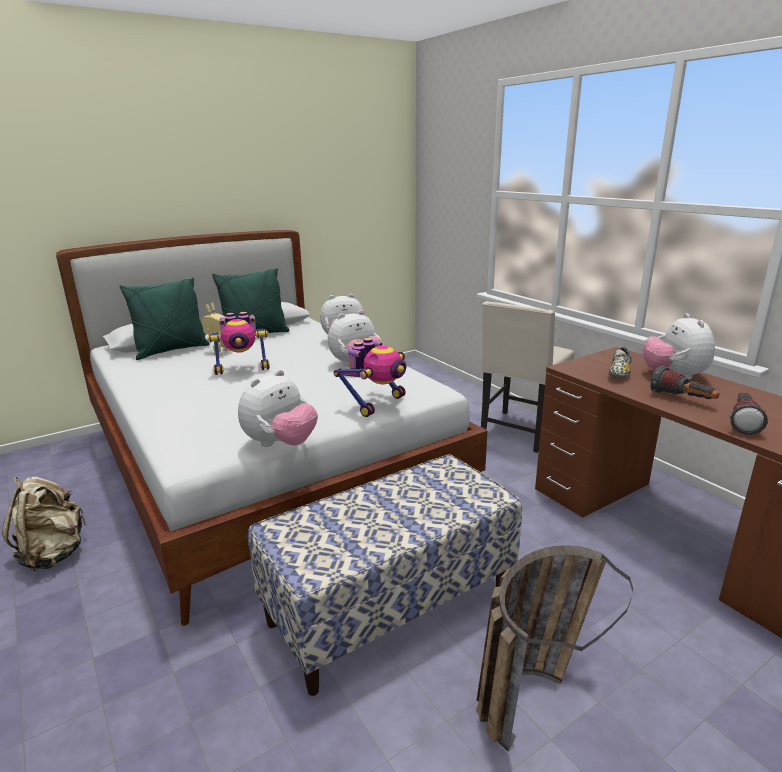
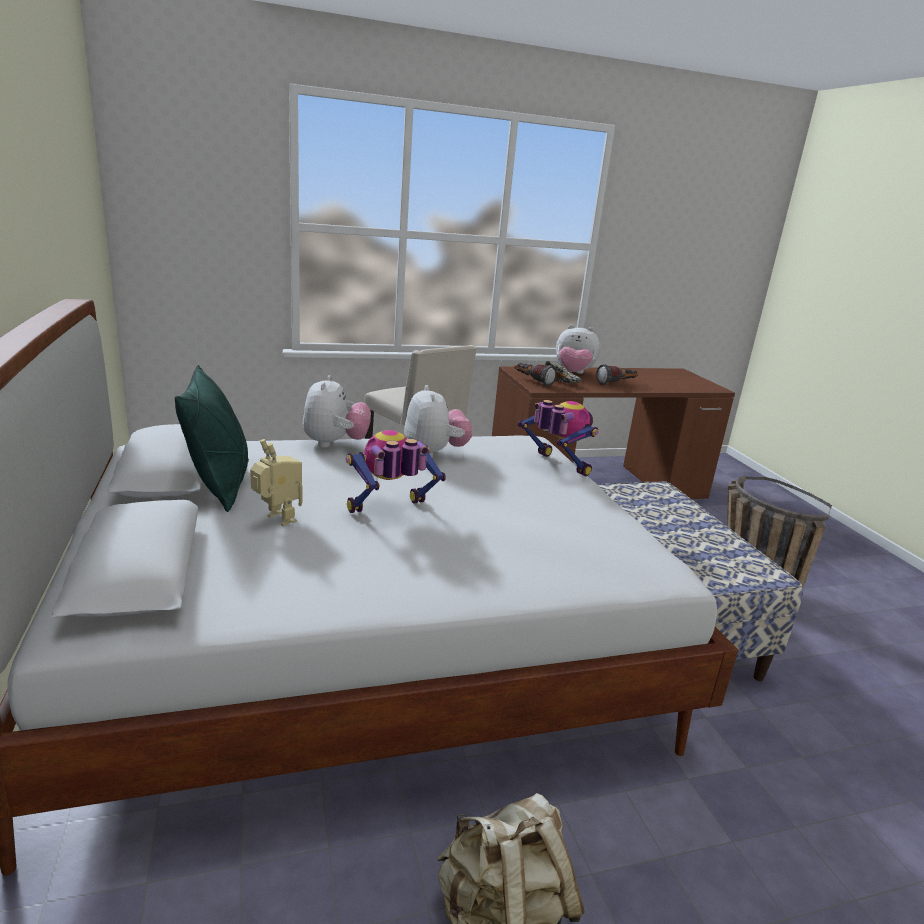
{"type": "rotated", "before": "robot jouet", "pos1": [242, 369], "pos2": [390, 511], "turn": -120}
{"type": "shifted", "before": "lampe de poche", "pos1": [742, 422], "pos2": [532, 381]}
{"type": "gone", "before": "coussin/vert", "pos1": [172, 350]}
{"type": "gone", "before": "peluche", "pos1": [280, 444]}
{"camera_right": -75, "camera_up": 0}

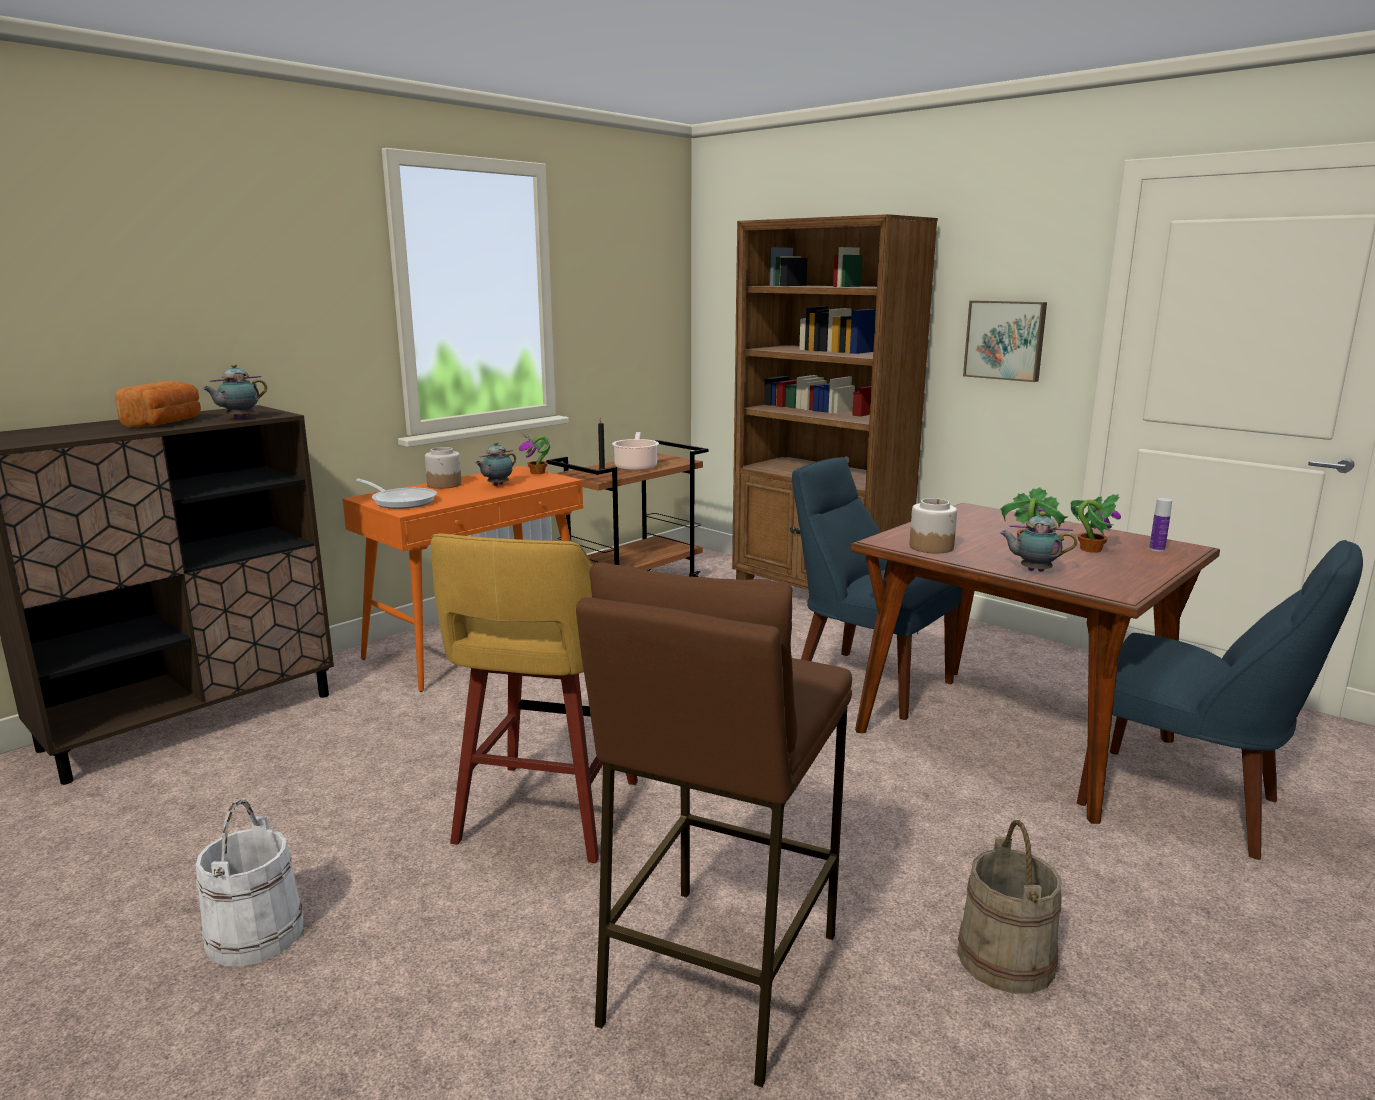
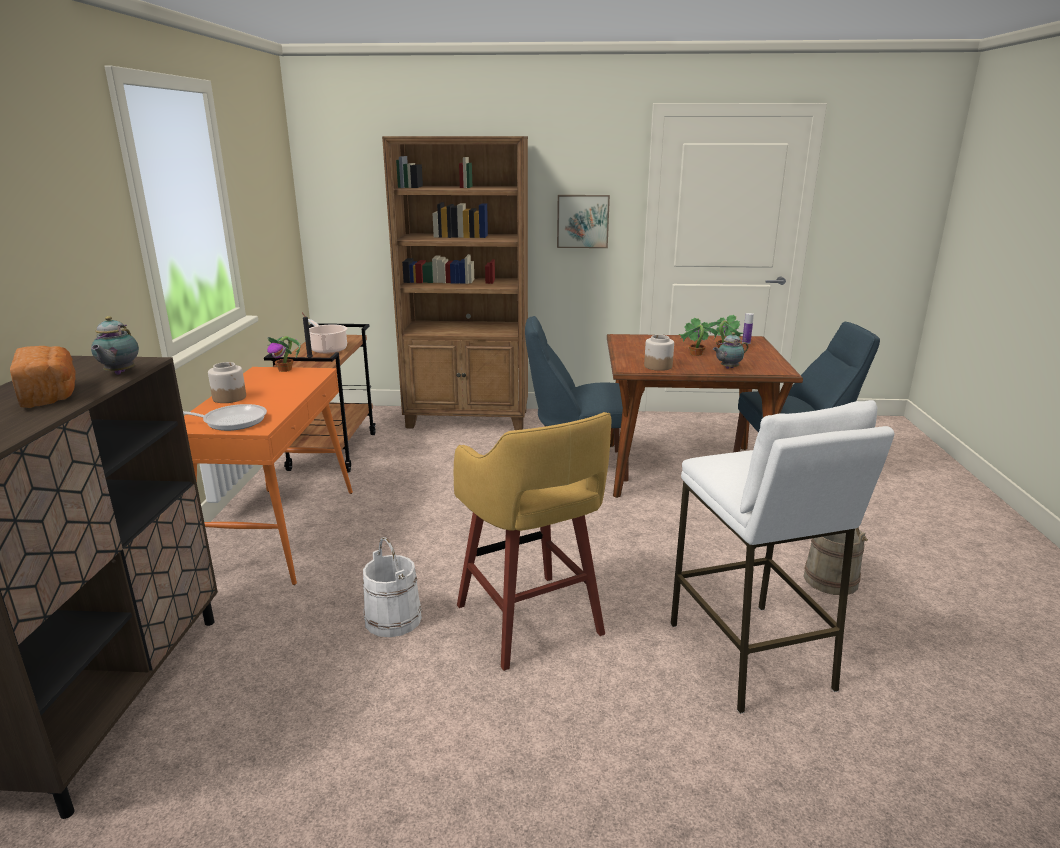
{"type": "shifted", "before": "seau/blanc", "pos1": [254, 933], "pos2": [392, 619]}
{"type": "repainted", "before": "tabouret/marron", "after": "tabouret/blanc", "pos1": [718, 977], "pos2": [750, 655]}
{"type": "gone", "before": "théière", "pos1": [497, 485]}
{"camera_right": -40, "camera_up": 5}

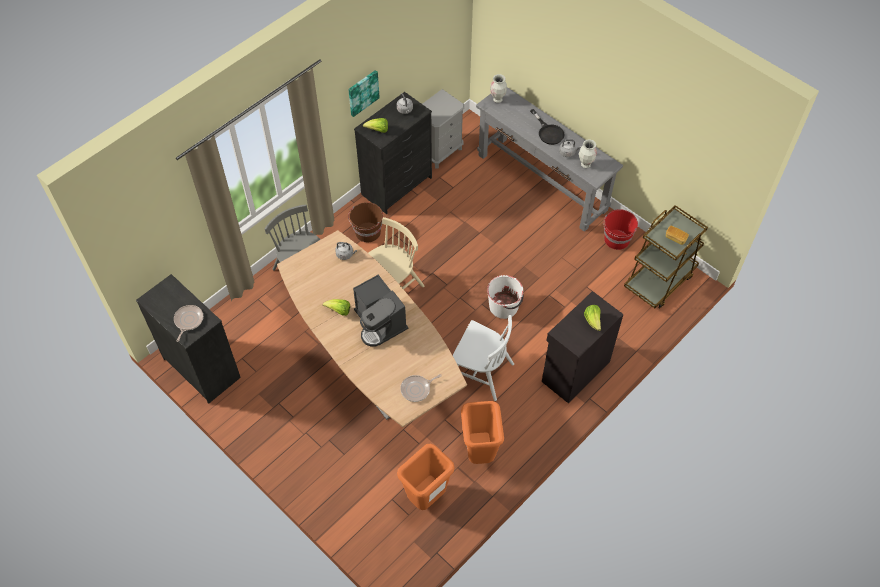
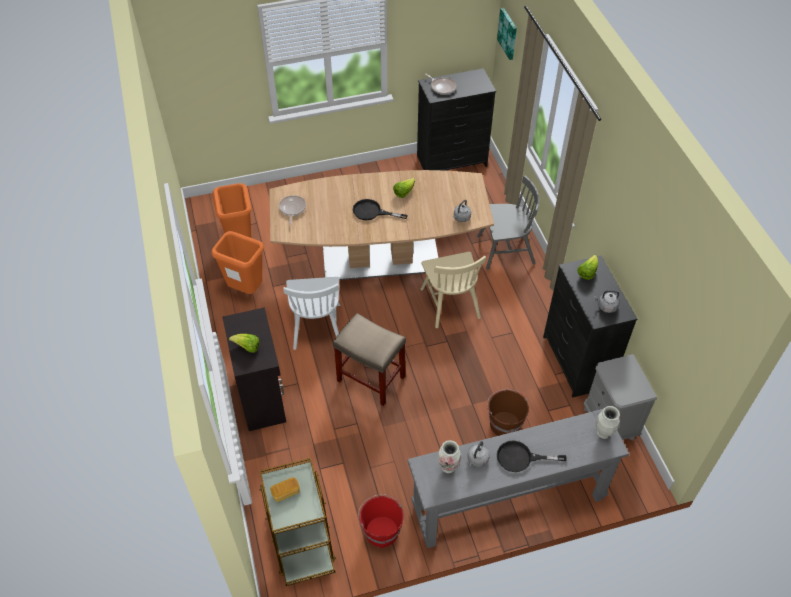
{"type": "rotated", "before": "chaise/blanc", "pos1": [480, 372], "pos2": [316, 326], "turn": -60}
{"type": "swapped", "before": "seau/blanc", "after": "tabouret/beige", "pos1": [504, 306], "pos2": [370, 378]}
{"type": "swapped", "before": "machine à café", "after": "poêle/noir", "pos1": [380, 323], "pos2": [372, 212]}
{"type": "shifted", "before": "seau/marron", "pos1": [367, 232], "pos2": [504, 424]}
{"type": "shifted", "before": "tableau", "pos1": [362, 92], "pos2": [508, 33]}
{"camera_right": 120, "camera_up": -5}

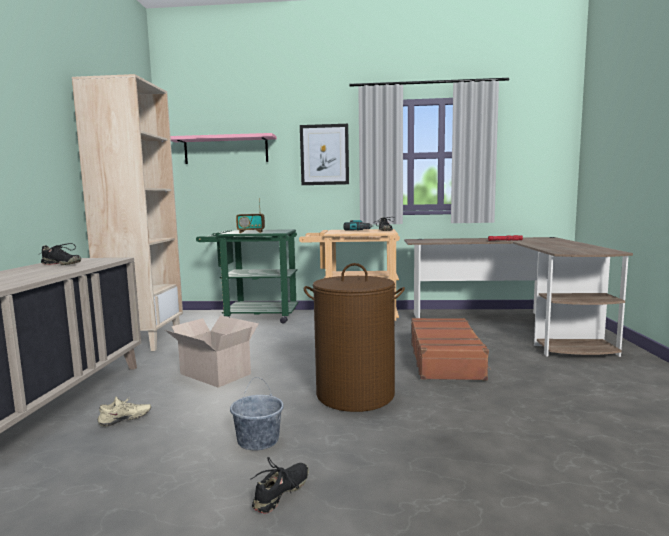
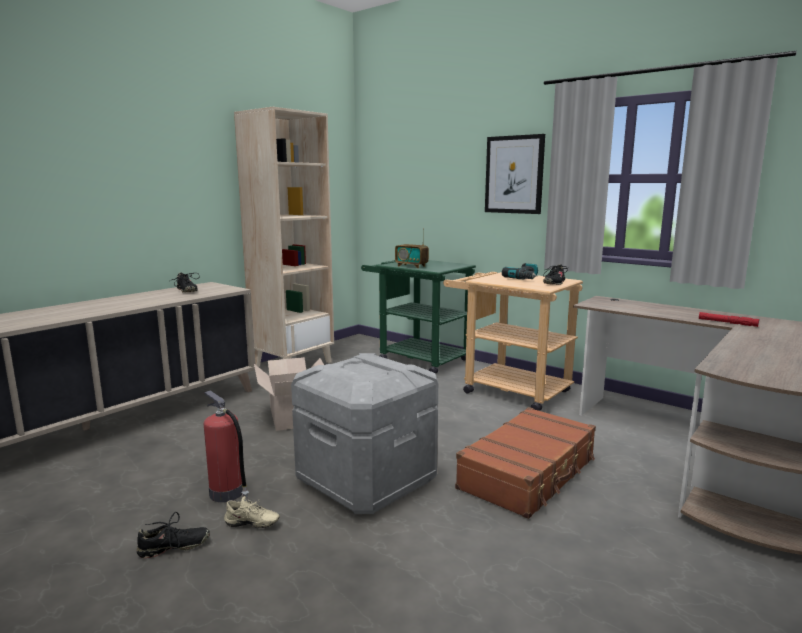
{"type": "swapped", "before": "seau/gris", "after": "extincteur", "pos1": [258, 440], "pos2": [228, 493]}
{"type": "shifted", "before": "chaussure/beige", "pos1": [125, 421], "pos2": [251, 525]}
{"type": "swapped", "before": "panier à linge/marron", "after": "boîte de rangement/gris", "pos1": [355, 394], "pos2": [365, 480]}
{"type": "gone", "before": "étagère/rose", "pos1": [226, 150]}
{"camera_right": 35, "camera_up": 5}

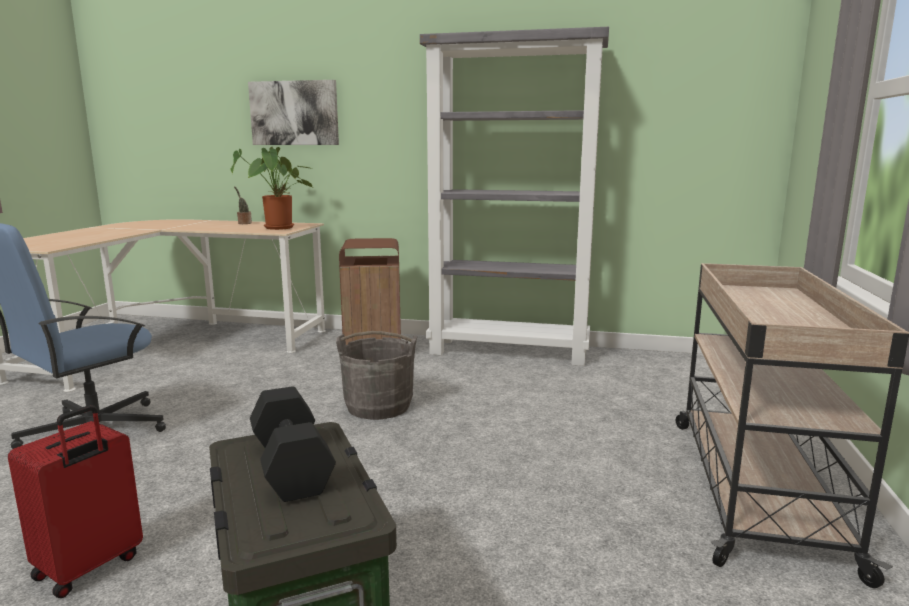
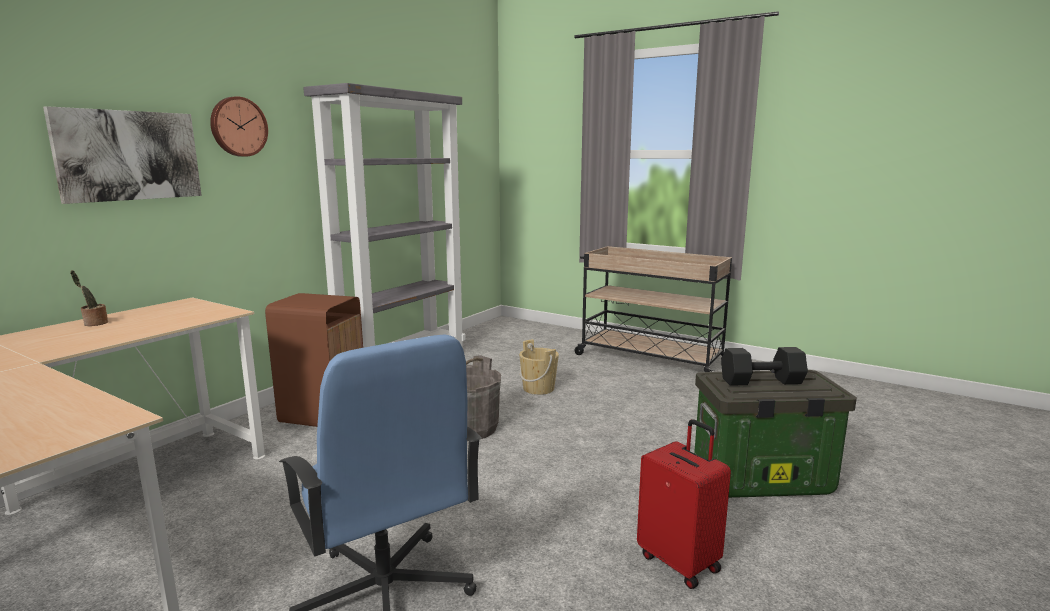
{"type": "new", "after": "horloge murale", "pos2": [238, 127]}
{"type": "new", "after": "seau/beige", "pos2": [538, 388]}
{"type": "gone", "before": "plante en pot", "pos1": [278, 228]}
{"camera_right": -70, "camera_up": 0}

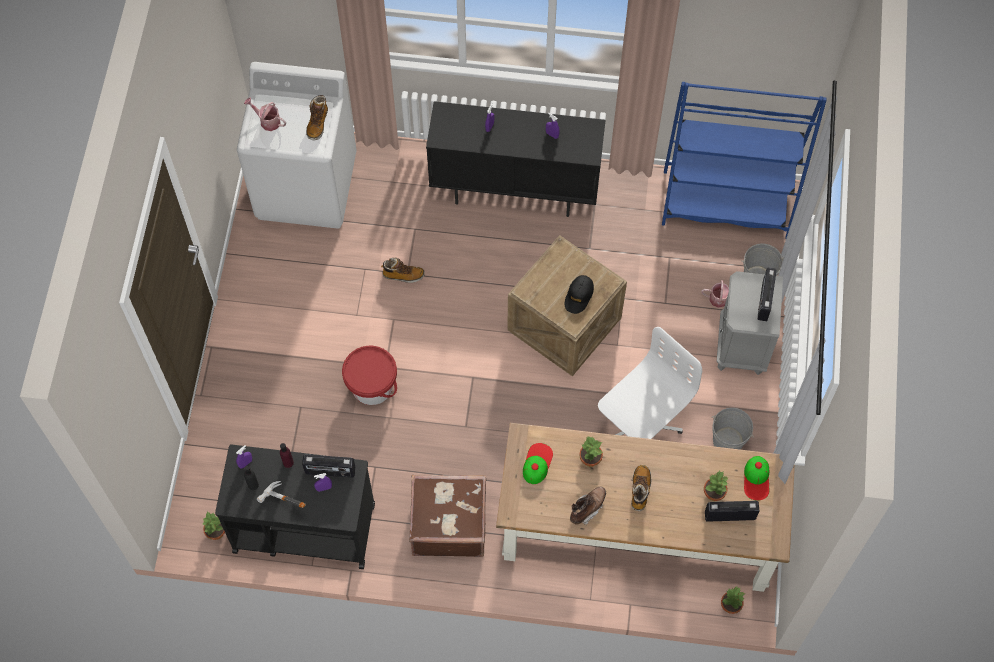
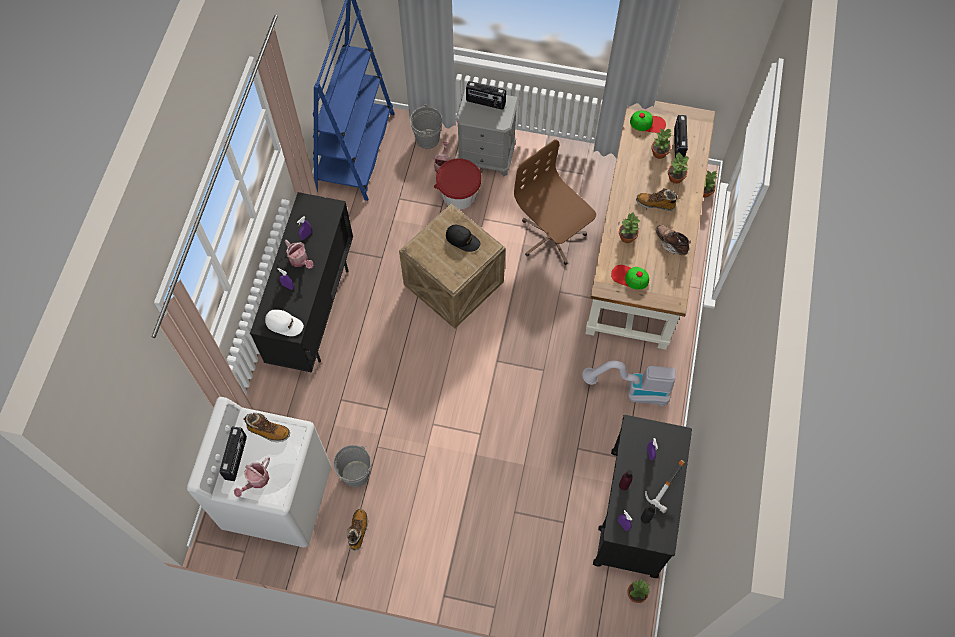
{"type": "shifted", "before": "radio", "pos1": [330, 471], "pos2": [236, 458]}
{"type": "new", "after": "casquette/blanc", "pos2": [284, 324]}
{"type": "new", "after": "arrosoir", "pos2": [300, 260]}
{"type": "shifted", "before": "seau/gris", "pos1": [727, 441], "pos2": [356, 474]}
{"type": "shifted", "before": "botte", "pos1": [403, 275], "pos2": [358, 531]}
{"type": "shifted", "before": "seau/rouge", "pos1": [372, 386], "pos2": [459, 195]}
{"type": "repainted", "before": "chaise de bureau/blanc", "after": "chaise de bureau/marron", "pos1": [639, 426], "pos2": [551, 237]}
{"type": "swapped", "before": "valise/marron", "after": "aspirateur", "pos1": [448, 523], "pos2": [632, 390]}
{"type": "new", "after": "plante en pot", "pos2": [675, 177]}
{"camera_right": -85, "camera_up": 0}

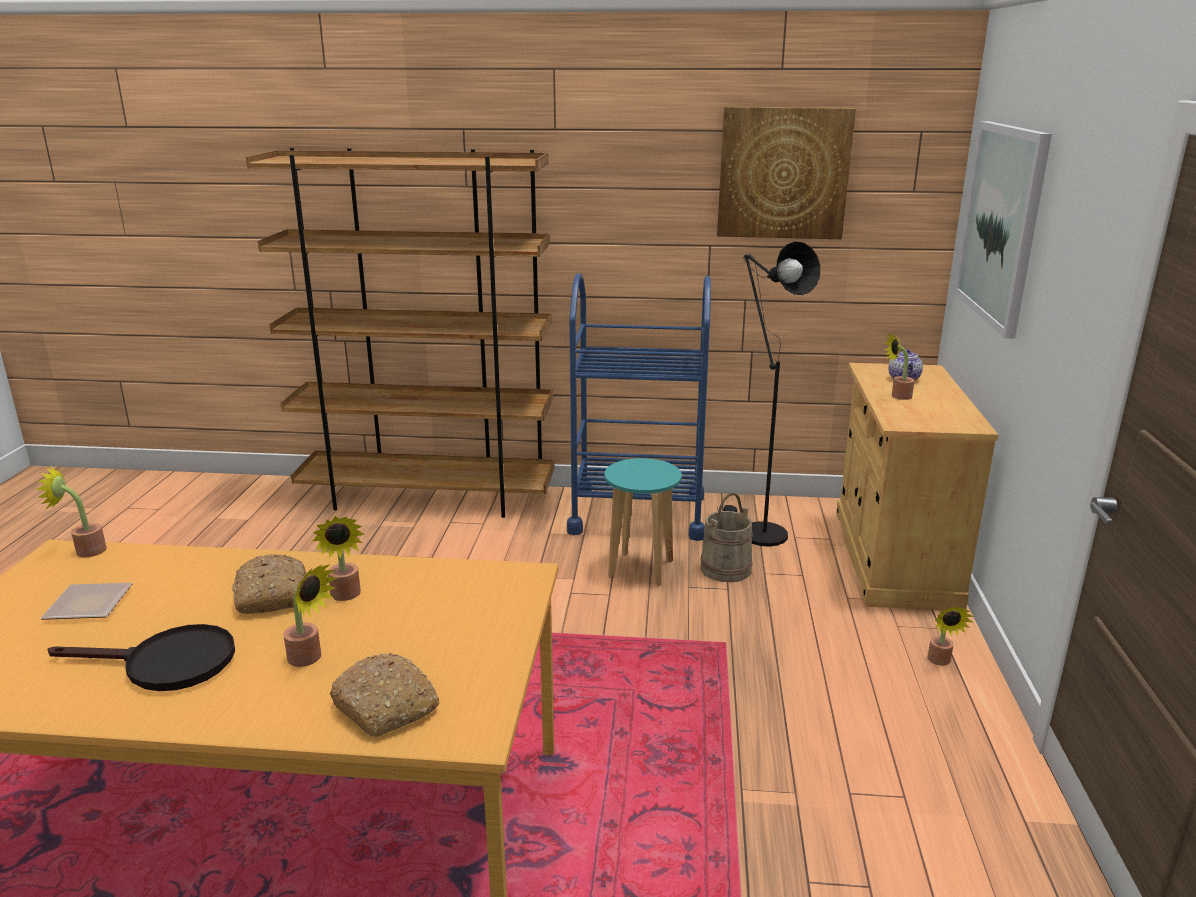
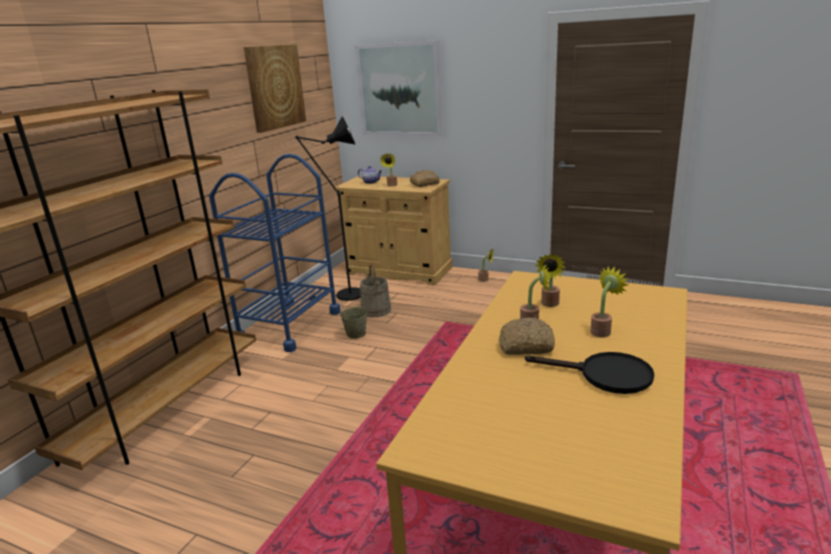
{"type": "swapped", "before": "tabouret/turquoise", "after": "seau/beige", "pos1": [641, 569], "pos2": [356, 334]}
{"type": "shifted", "before": "pain", "pos1": [387, 706], "pos2": [425, 184]}
{"type": "rotated", "before": "poêle/noir", "pos1": [166, 664], "pos2": [605, 375], "turn": 90}
{"type": "shifted", "before": "plante en pot", "pos1": [85, 550], "pos2": [549, 304]}
{"type": "gone", "before": "assiette", "pos1": [90, 606]}
{"camera_right": -70, "camera_up": 0}

